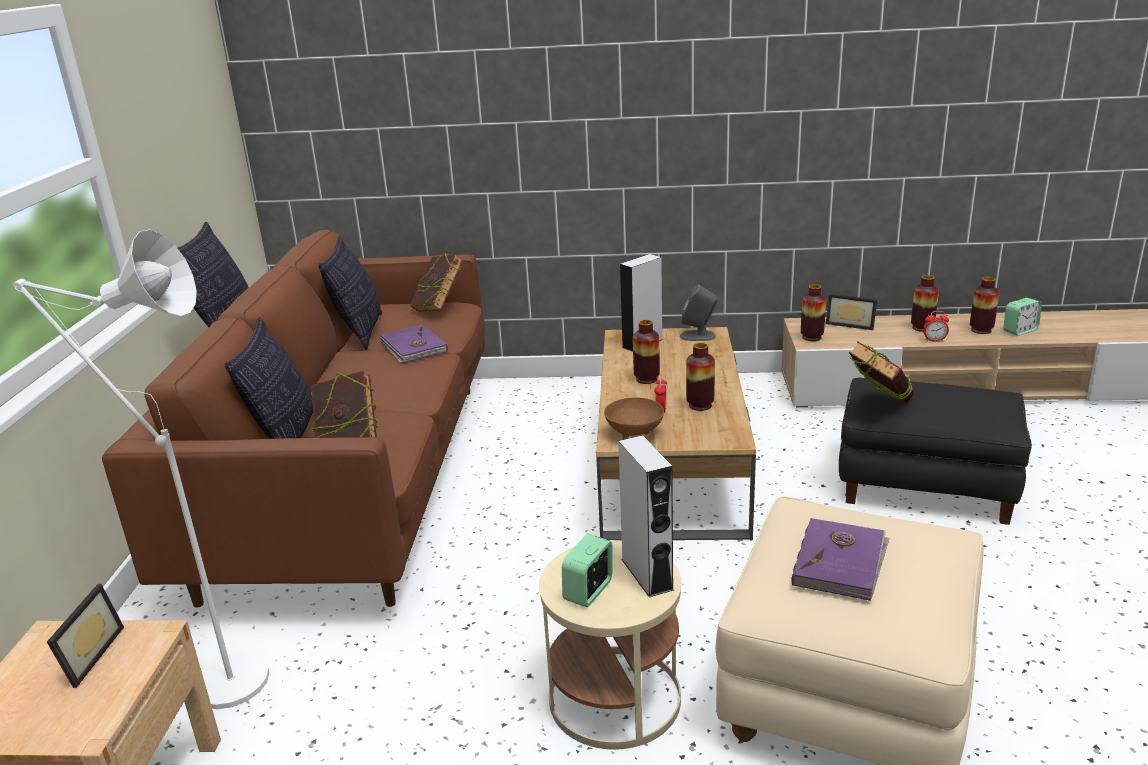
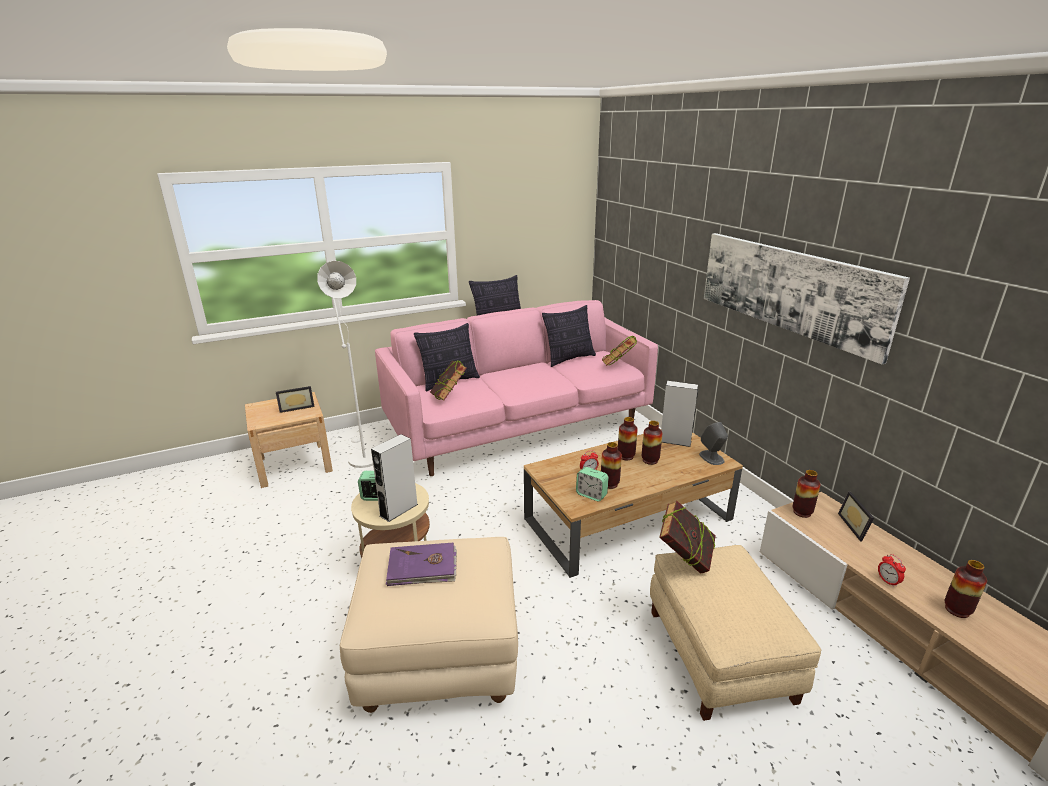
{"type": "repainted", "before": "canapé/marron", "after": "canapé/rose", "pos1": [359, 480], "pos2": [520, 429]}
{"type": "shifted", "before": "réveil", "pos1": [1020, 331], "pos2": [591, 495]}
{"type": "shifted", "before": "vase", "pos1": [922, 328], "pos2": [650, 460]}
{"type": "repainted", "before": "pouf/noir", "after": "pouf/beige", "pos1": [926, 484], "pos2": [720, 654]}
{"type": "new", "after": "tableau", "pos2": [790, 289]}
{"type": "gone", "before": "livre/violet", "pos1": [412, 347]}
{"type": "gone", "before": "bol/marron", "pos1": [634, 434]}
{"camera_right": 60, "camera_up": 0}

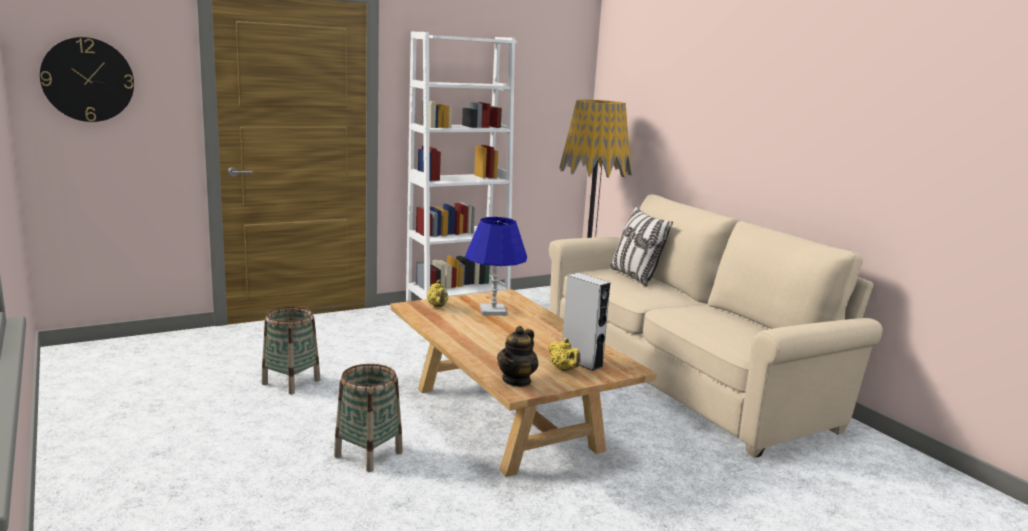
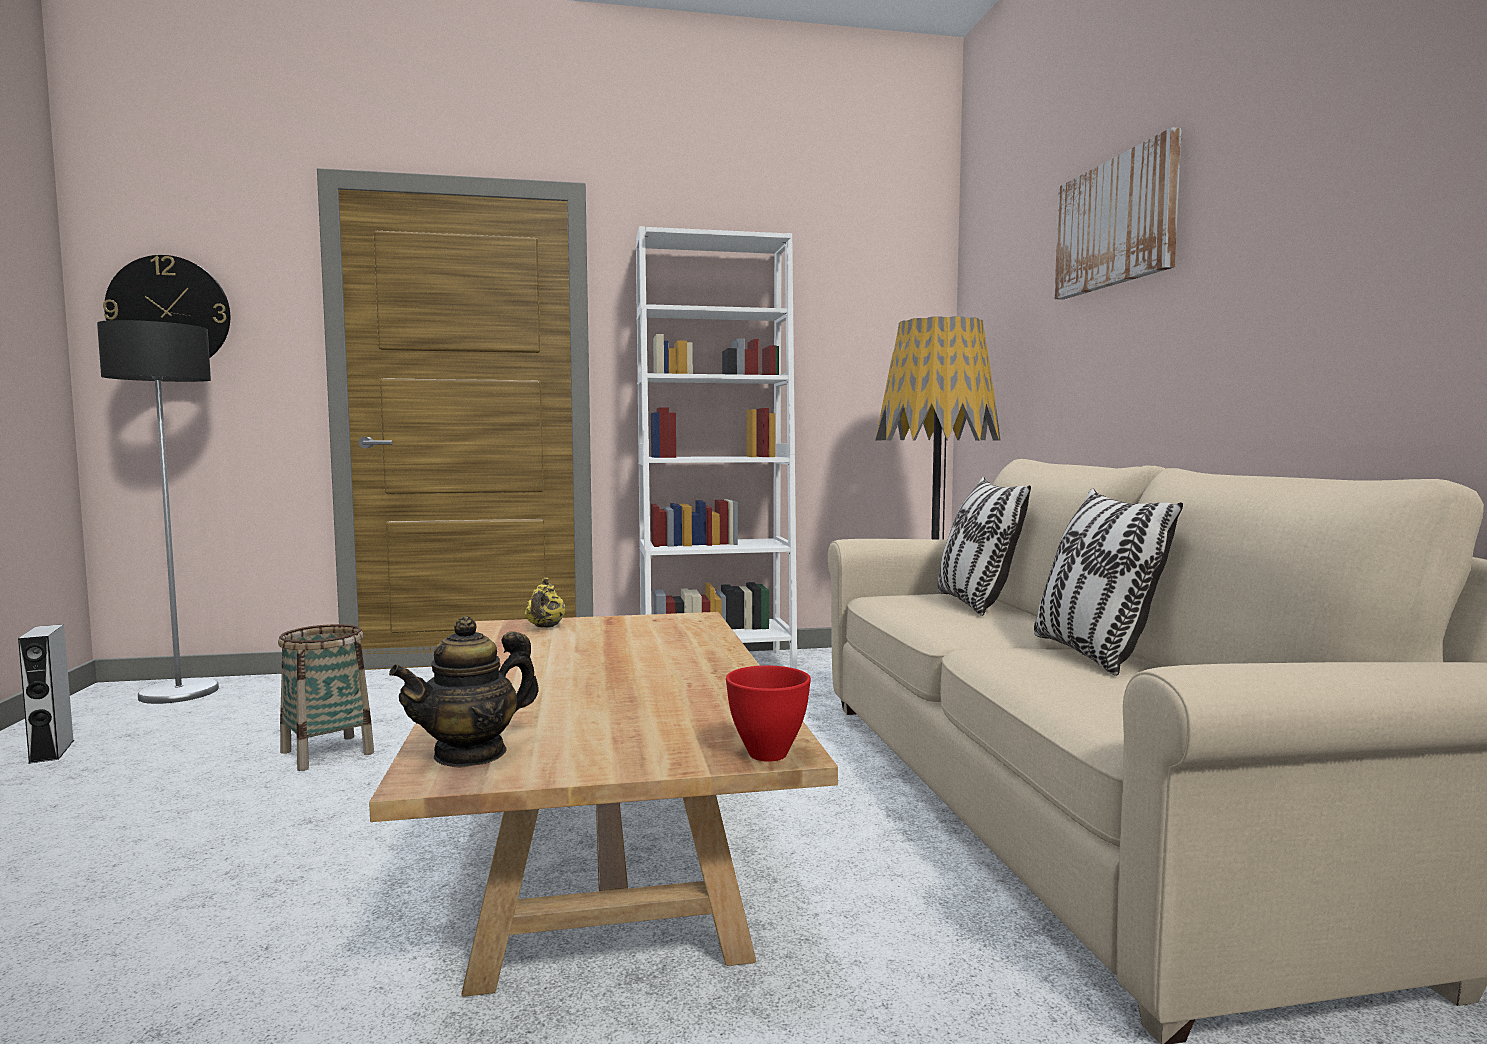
{"type": "shifted", "before": "enceinte/gris", "pos1": [581, 362], "pos2": [51, 751]}
{"type": "new", "after": "lampadaire", "pos2": [179, 693]}
{"type": "new", "after": "bol/rouge", "pos2": [765, 754]}
{"type": "new", "after": "coussin", "pos2": [1092, 654]}
{"type": "new", "after": "tableau", "pos2": [1115, 223]}
{"type": "gone", "before": "panier", "pos1": [368, 454]}
{"type": "gone", "before": "lampe de table/bleu", "pos1": [493, 311]}
{"type": "gone", "before": "théière/jaune", "pos1": [563, 369]}
{"camera_right": 20, "camera_up": -10}

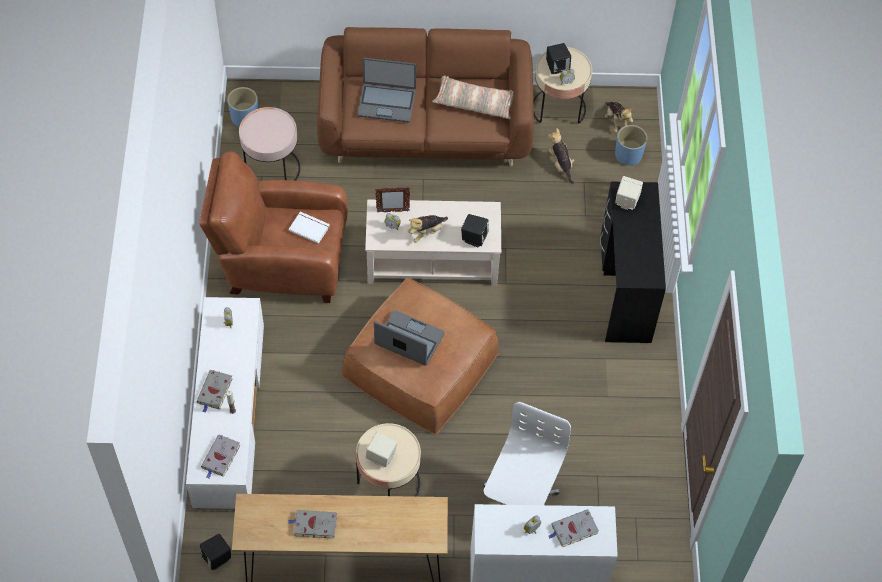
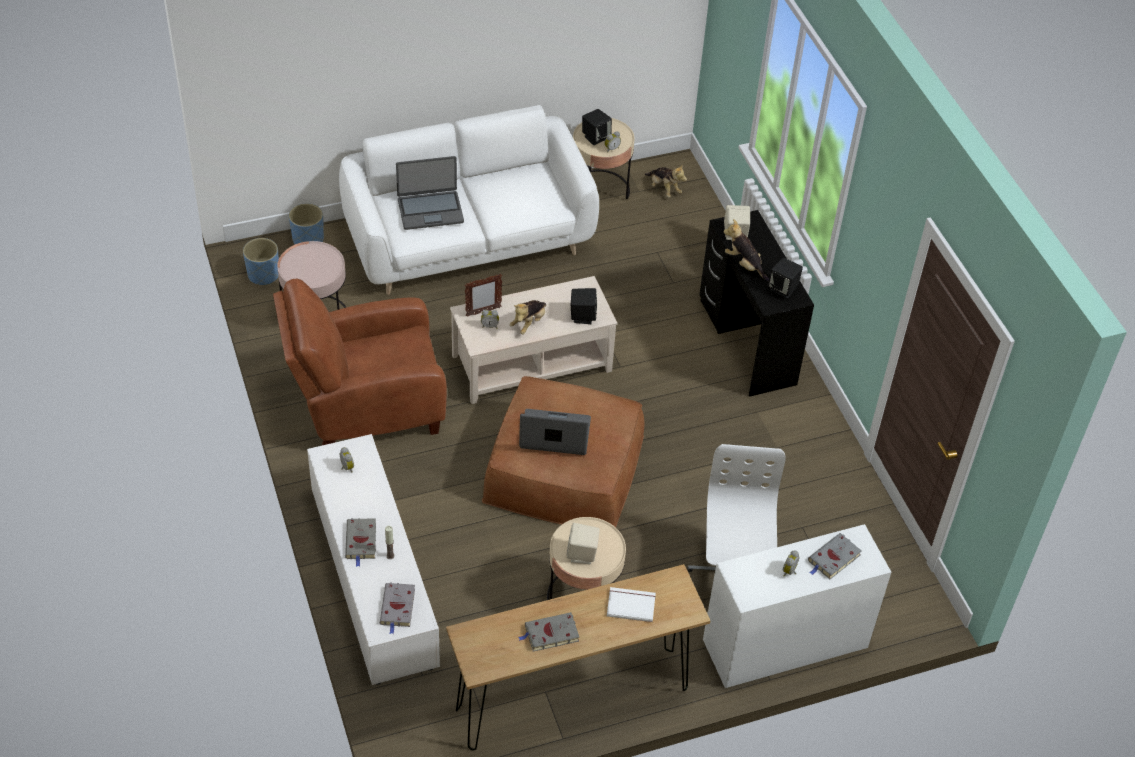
{"type": "shifted", "before": "cache-pot/bleu", "pos1": [628, 155], "pos2": [308, 239]}
{"type": "repainted", "before": "canapé/marron", "after": "canapé/blanc", "pos1": [425, 129], "pos2": [467, 241]}
{"type": "shifted", "before": "livre/blanc", "pos1": [309, 227], "pos2": [630, 604]}
{"type": "shifted", "before": "peluche", "pos1": [561, 164], "pos2": [744, 264]}
{"type": "shifted", "before": "enceinte/noir", "pos1": [217, 558], "pos2": [783, 289]}
{"type": "gone", "before": "coussin", "pos1": [475, 102]}
{"camera_right": -20, "camera_up": -10}

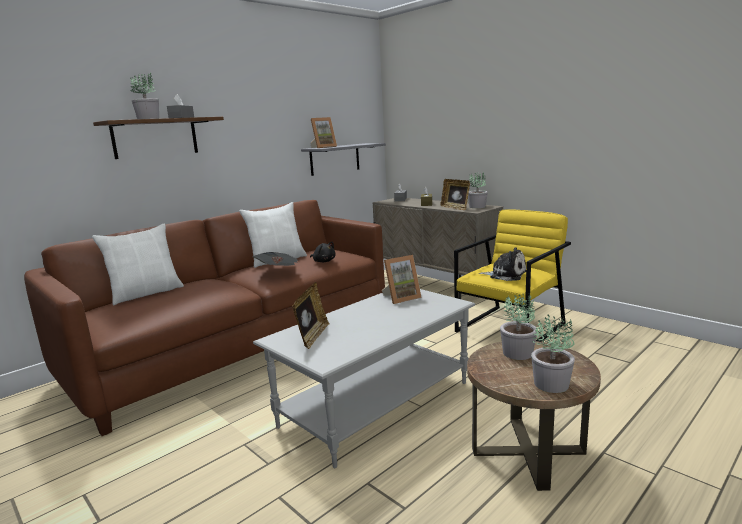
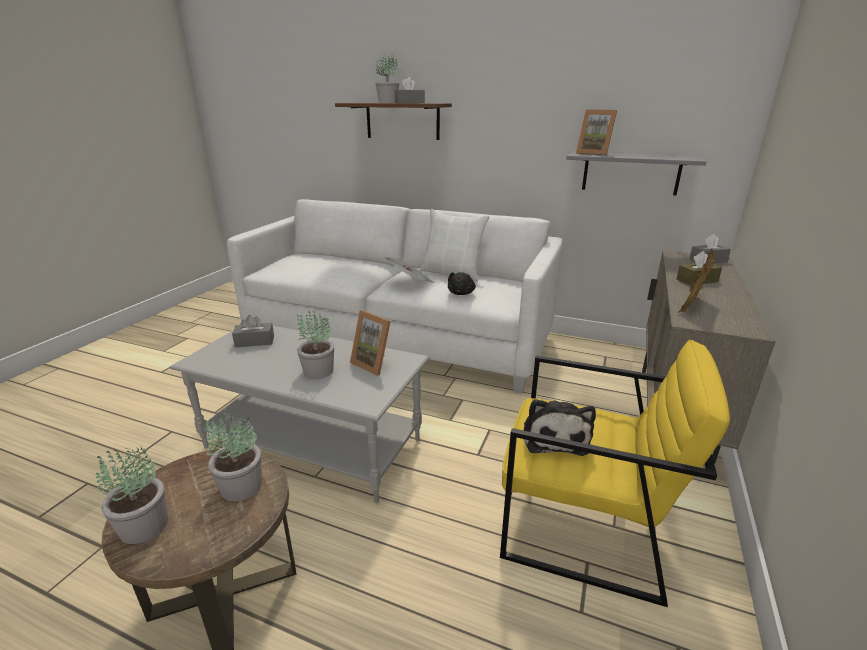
{"type": "repainted", "before": "canapé/marron", "after": "canapé/blanc", "pos1": [238, 346], "pos2": [398, 336]}
{"type": "swapped", "before": "cadre photo", "after": "boîte à mouchoirs/gris", "pos1": [312, 337], "pos2": [254, 341]}
{"type": "shifted", "before": "plante en pot", "pos1": [477, 207], "pos2": [318, 371]}
{"type": "gone", "before": "coussin/blanc", "pos1": [146, 293]}
{"camera_right": 65, "camera_up": 10}

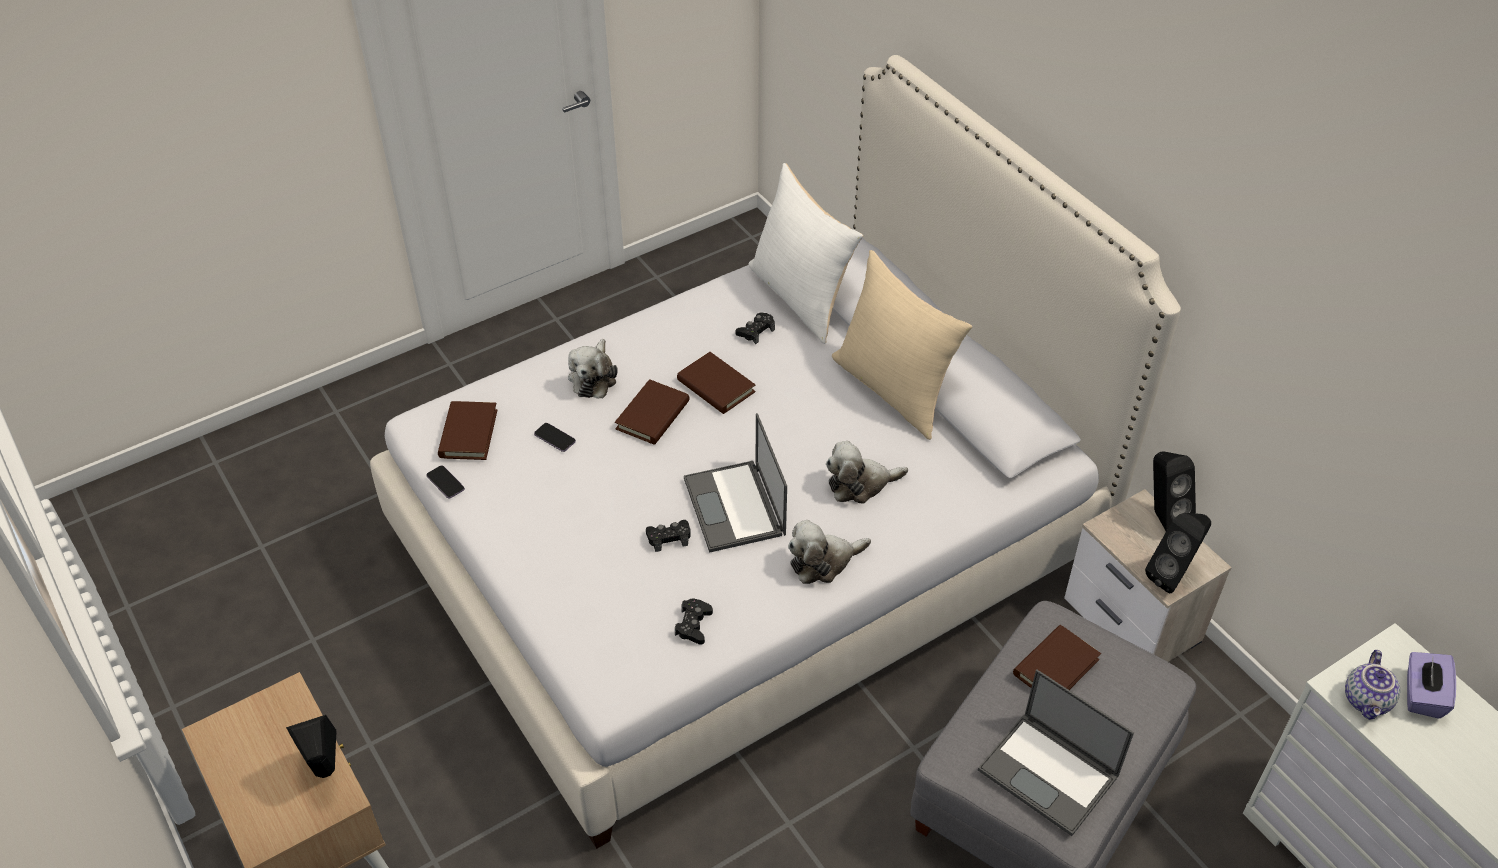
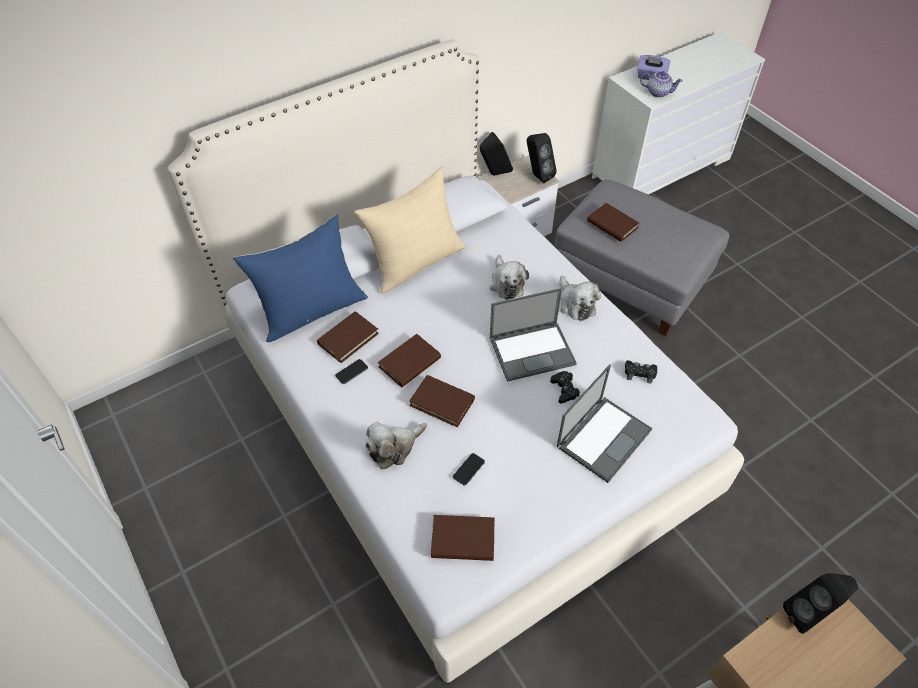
{"type": "repainted", "before": "coussin/blanc", "after": "coussin/bleu", "pos1": [801, 297], "pos2": [311, 310]}
{"type": "swapped", "before": "manette/noir", "after": "livre/marron", "pos1": [756, 331], "pos2": [348, 338]}
{"type": "shifted", "before": "téléphone", "pos1": [445, 483], "pos2": [351, 372]}
{"type": "rotated", "before": "peluche", "pos1": [593, 377], "pos2": [394, 448], "turn": 135}
{"type": "shifted", "before": "ordinateur portable", "pos1": [1050, 773], "pos2": [604, 437]}
{"camera_right": -90, "camera_up": 5}

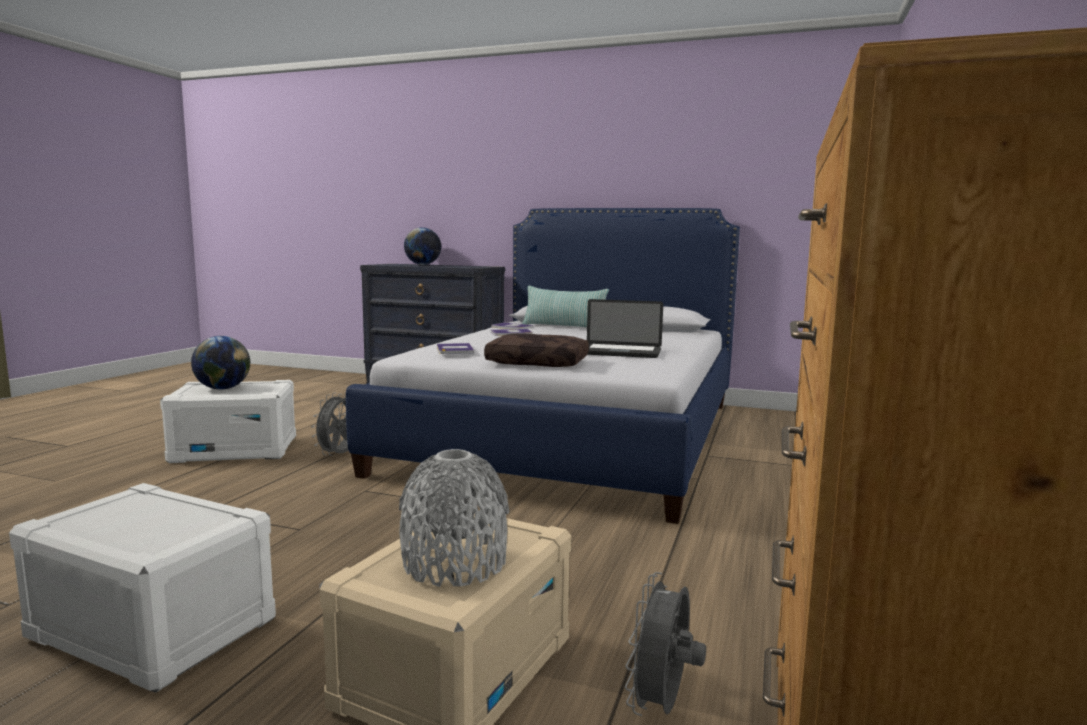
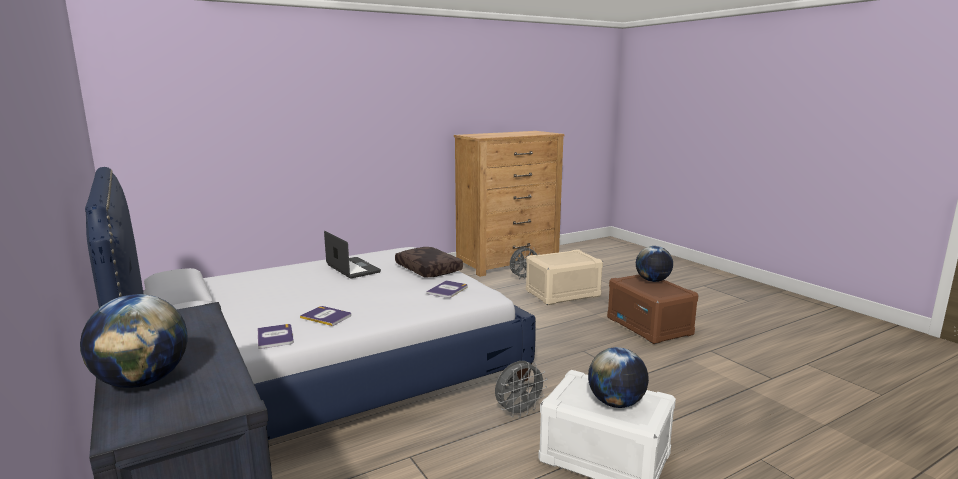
{"type": "repainted", "before": "boîte de rangement/blanc", "after": "boîte de rangement/marron", "pos1": [151, 629], "pos2": [649, 326]}
{"type": "new", "after": "globe", "pos2": [652, 281]}
{"type": "gone", "before": "vase/gris", "pos1": [454, 563]}
{"type": "gone", "before": "coussin", "pos1": [563, 327]}
{"camera_right": -140, "camera_up": 5}

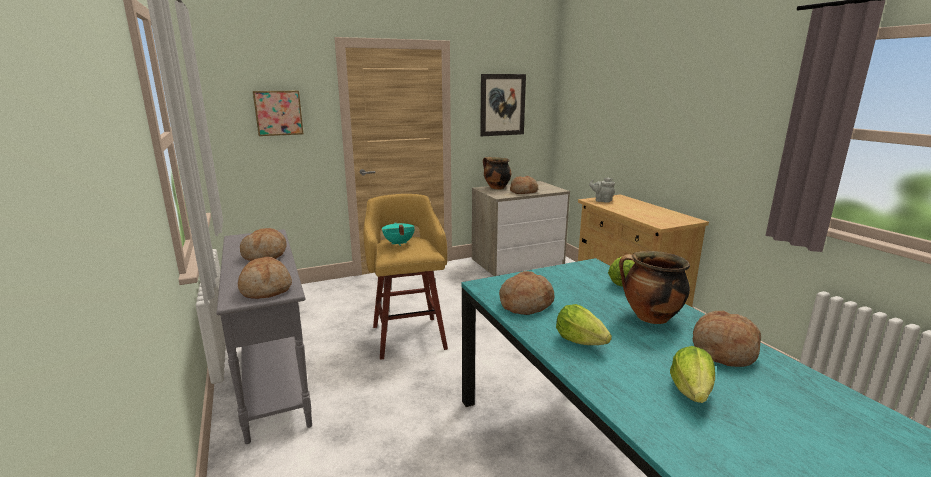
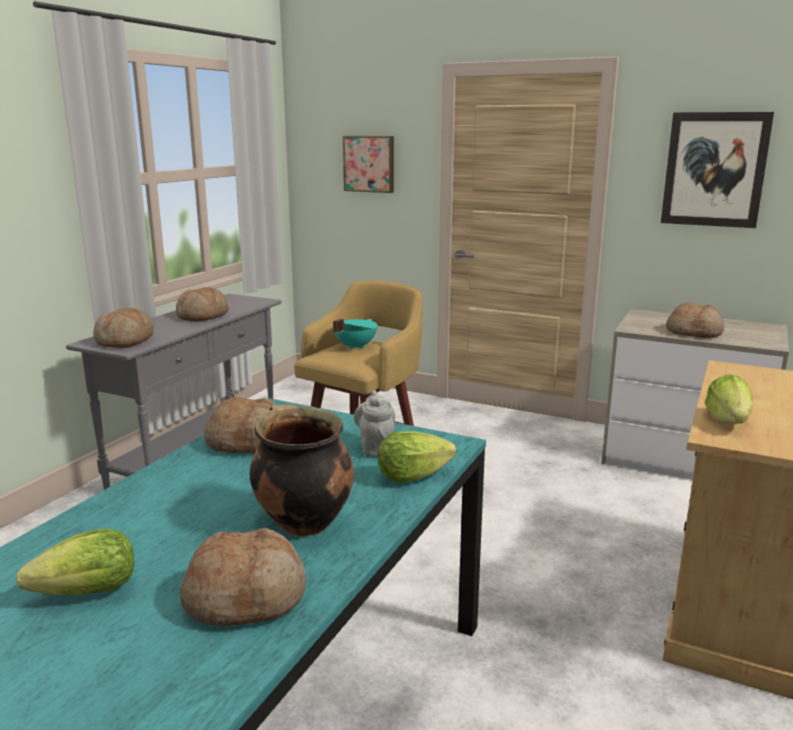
{"type": "shifted", "before": "théière/gris", "pos1": [602, 200], "pos2": [376, 448]}
{"type": "shifted", "before": "laitue", "pos1": [580, 341], "pos2": [728, 421]}
{"type": "gone", "before": "marmite", "pos1": [496, 188]}
{"camera_right": 50, "camera_up": 0}

